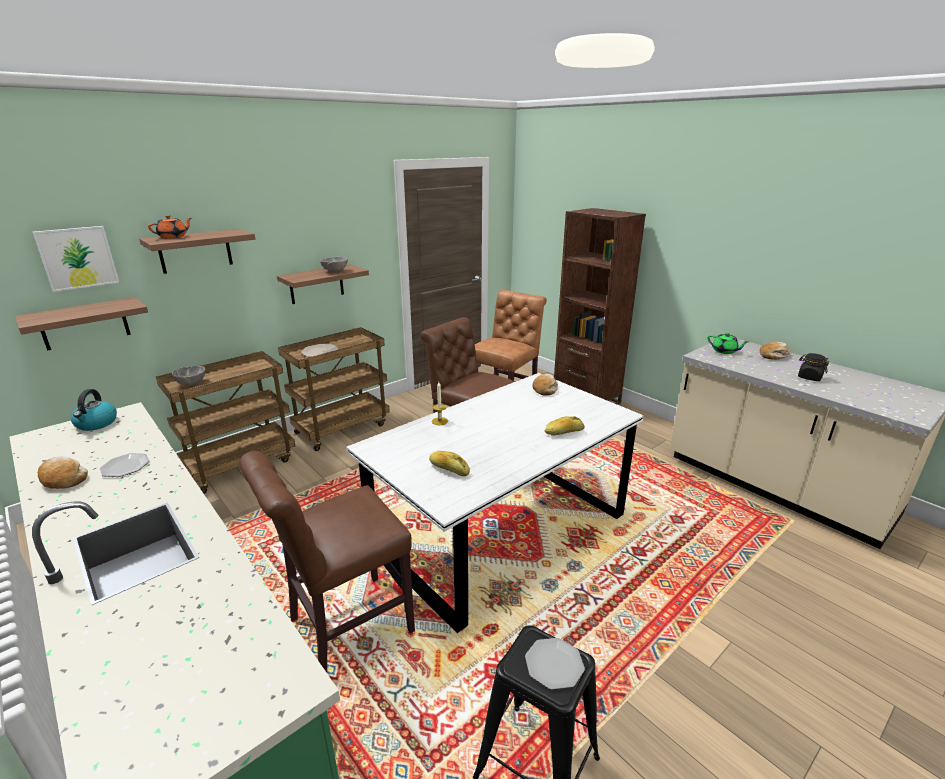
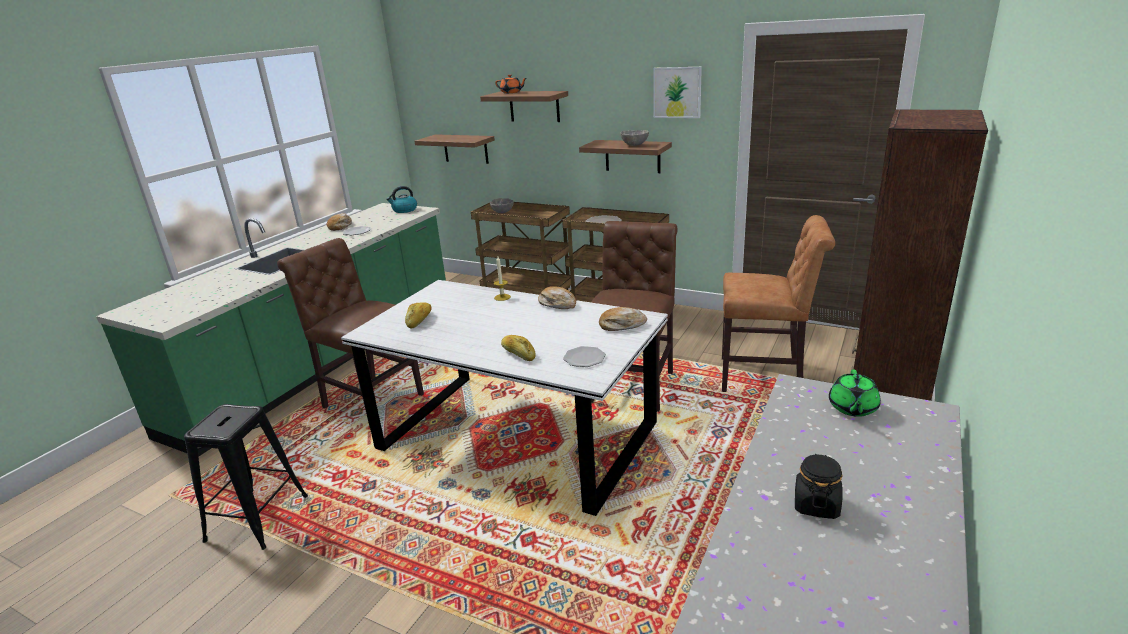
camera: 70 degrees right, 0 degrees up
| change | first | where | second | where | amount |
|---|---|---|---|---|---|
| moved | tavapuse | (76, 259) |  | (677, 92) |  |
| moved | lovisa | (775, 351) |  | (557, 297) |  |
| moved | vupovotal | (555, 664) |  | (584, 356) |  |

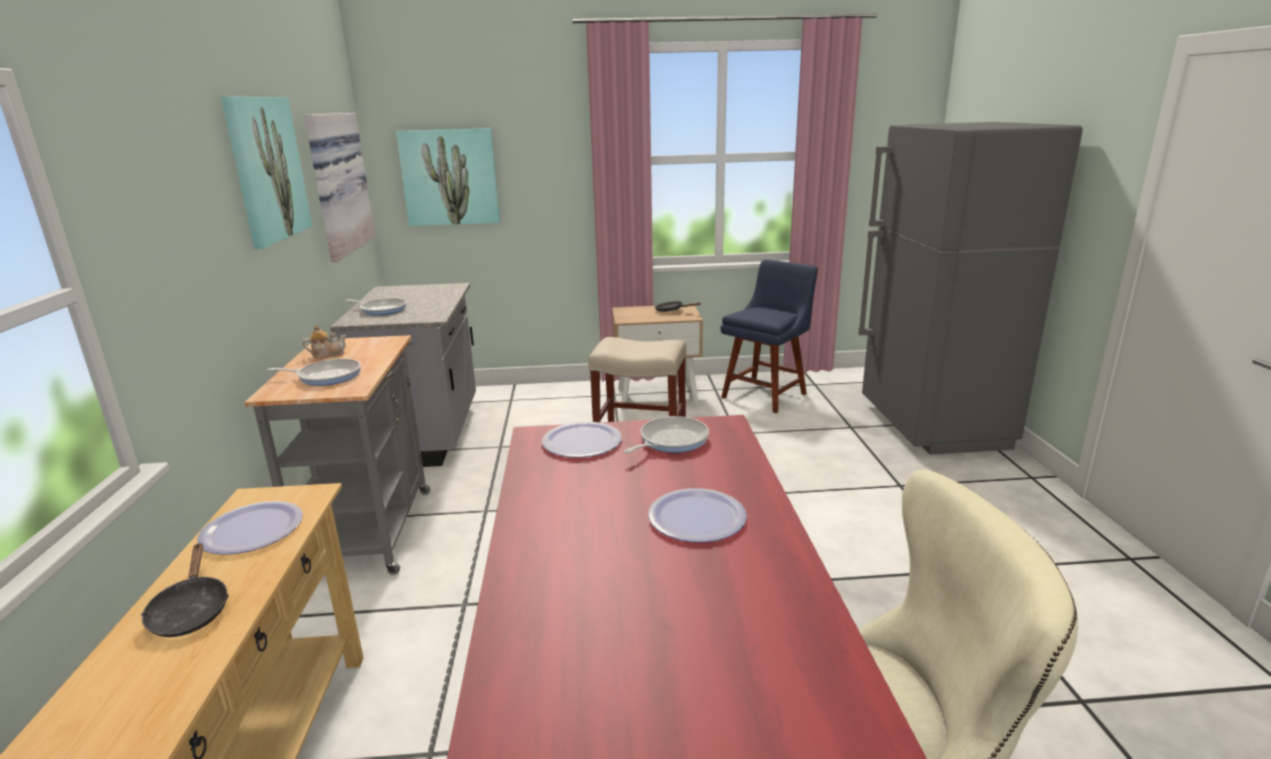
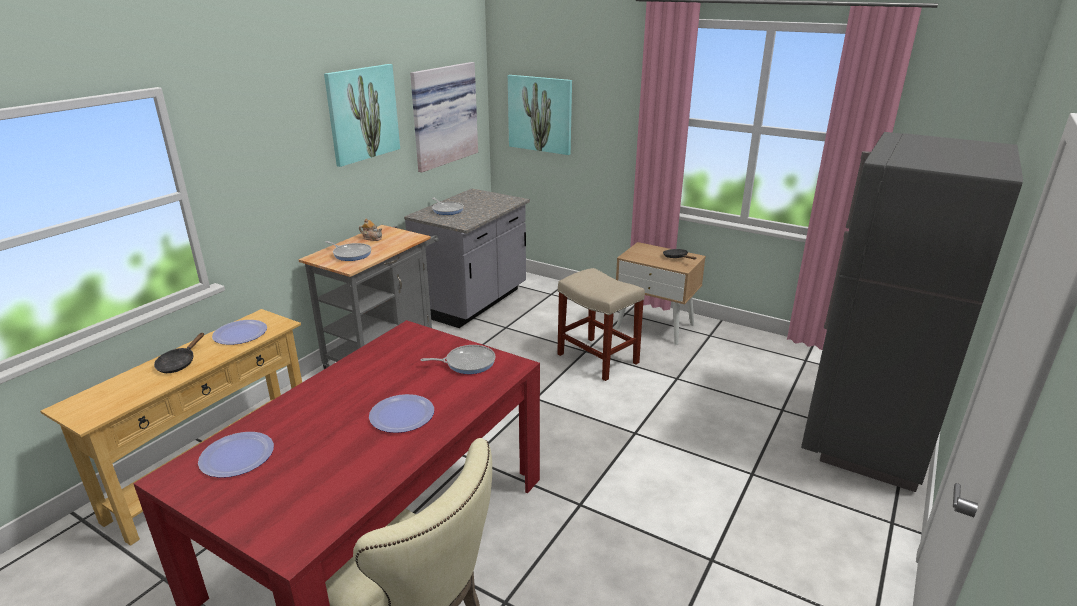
camera: 35 degrees right, 5 degrees up
| change | first | where | second | where | amount |
|---|---|---|---|---|---|
| removed | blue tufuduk | (769, 336) |  |  |  |
| moved | vupovotal | (582, 440) |  | (236, 455) |  |

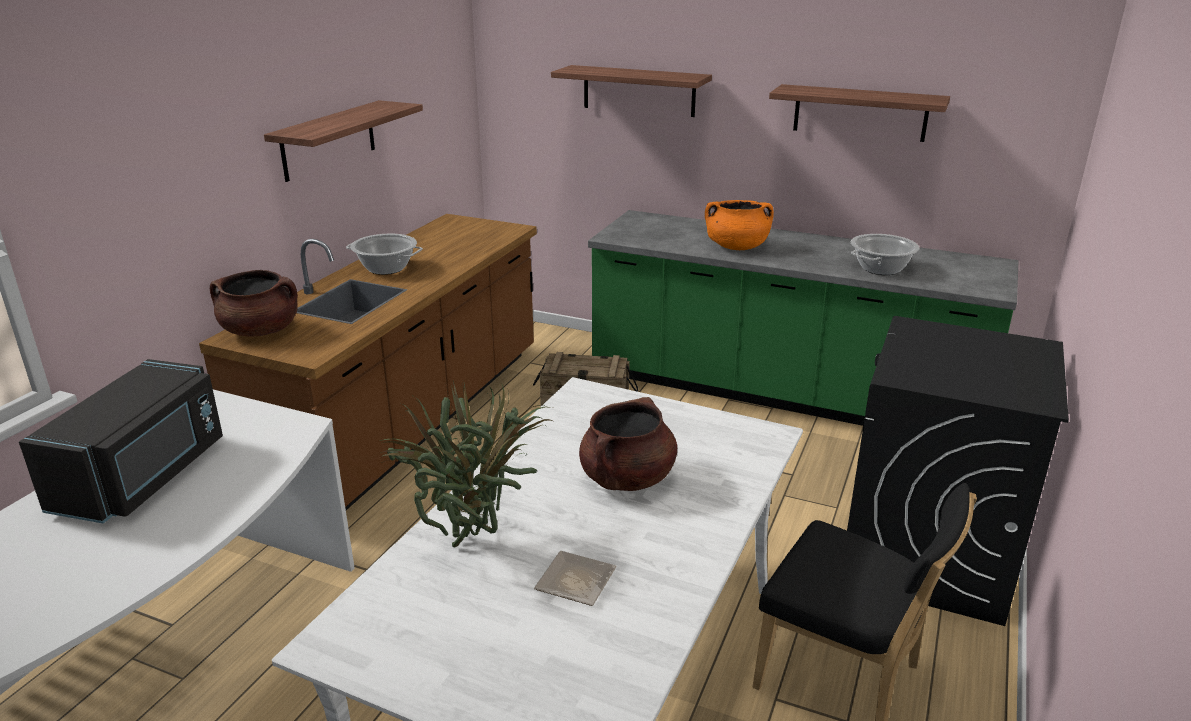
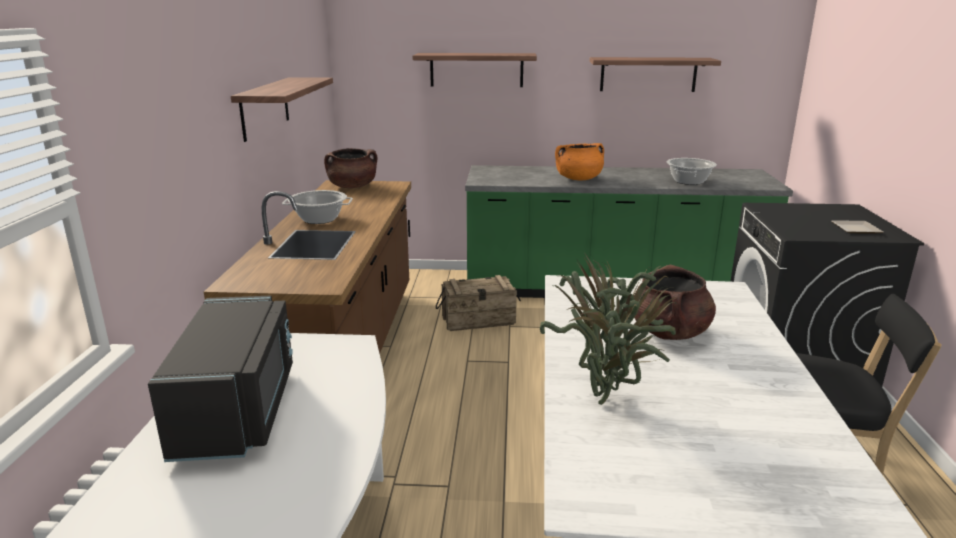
camera: 20 degrees left, 5 degrees down
| change | first | where | second | where | amount |
|---|---|---|---|---|---|
| moved | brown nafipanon | (254, 303) |  | (350, 168) |  |
| moved | vupovotal | (575, 578) |  | (857, 227) |  |

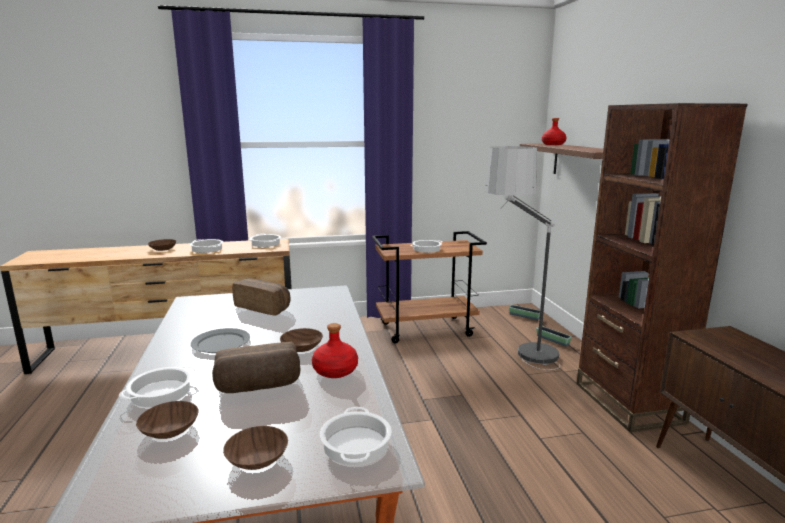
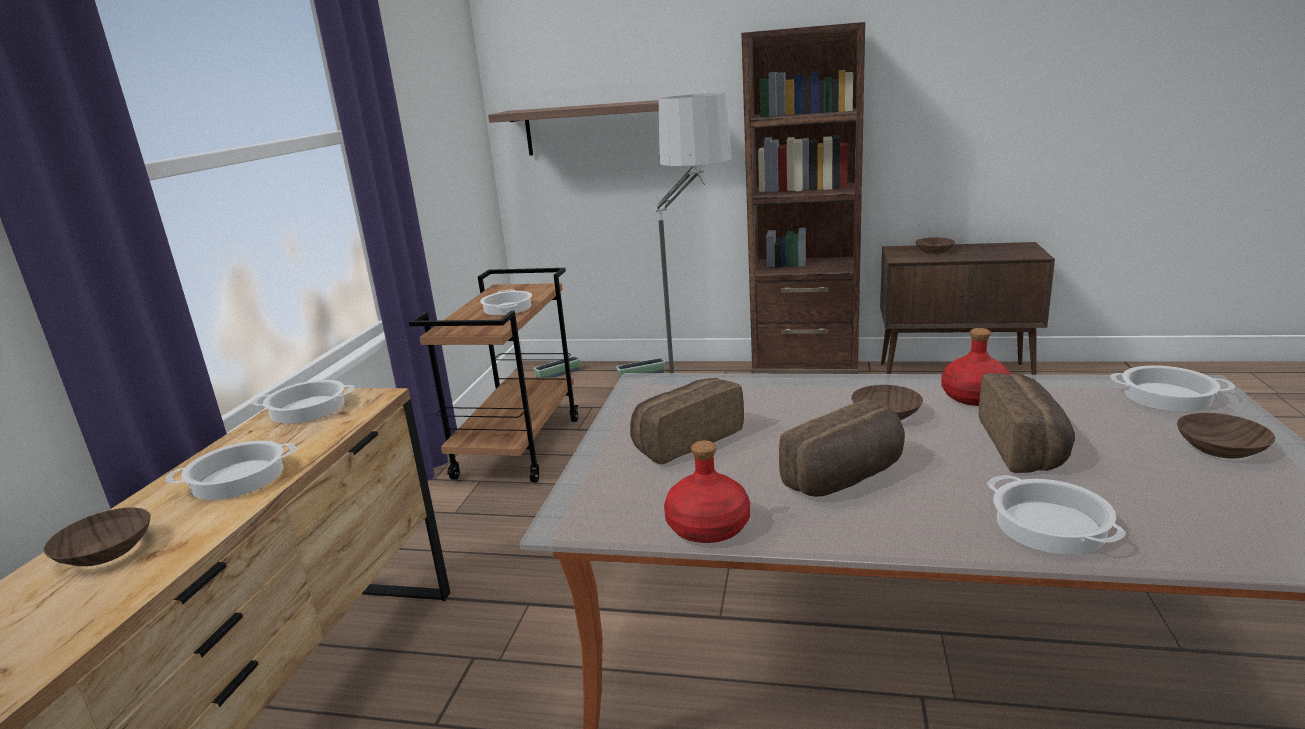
camera: 65 degrees left, 5 degrees up
| change | first | where | second | where | amount |
|---|---|---|---|---|---|
| moved | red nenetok | (554, 131) |  | (707, 491) |  |
| replaced | grey vupovotal | (220, 340) | lovisa | (842, 448) |  |
| moved | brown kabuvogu | (167, 420) |  | (935, 246) |  |

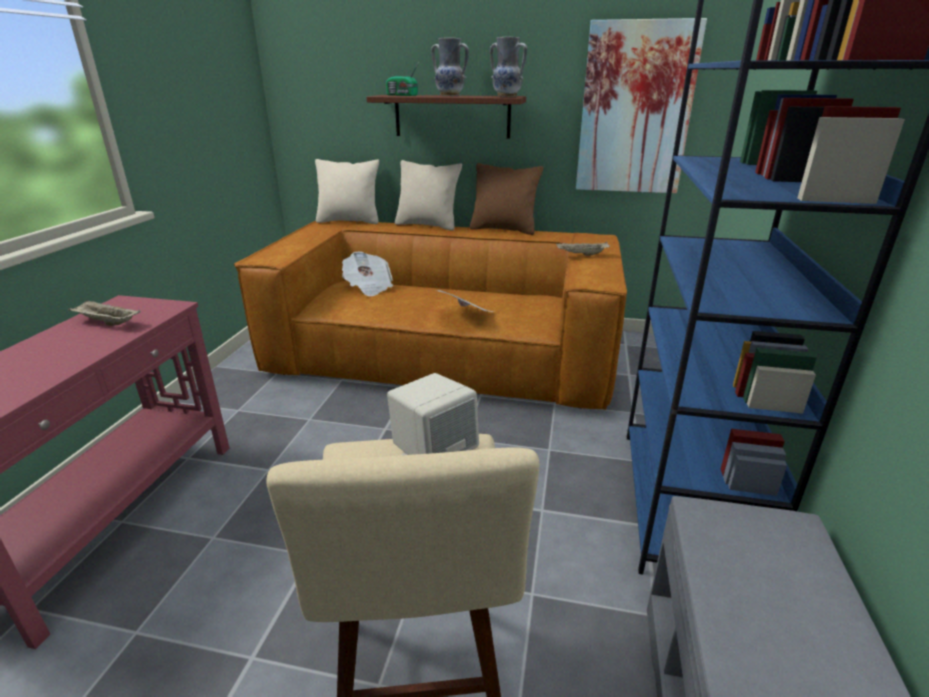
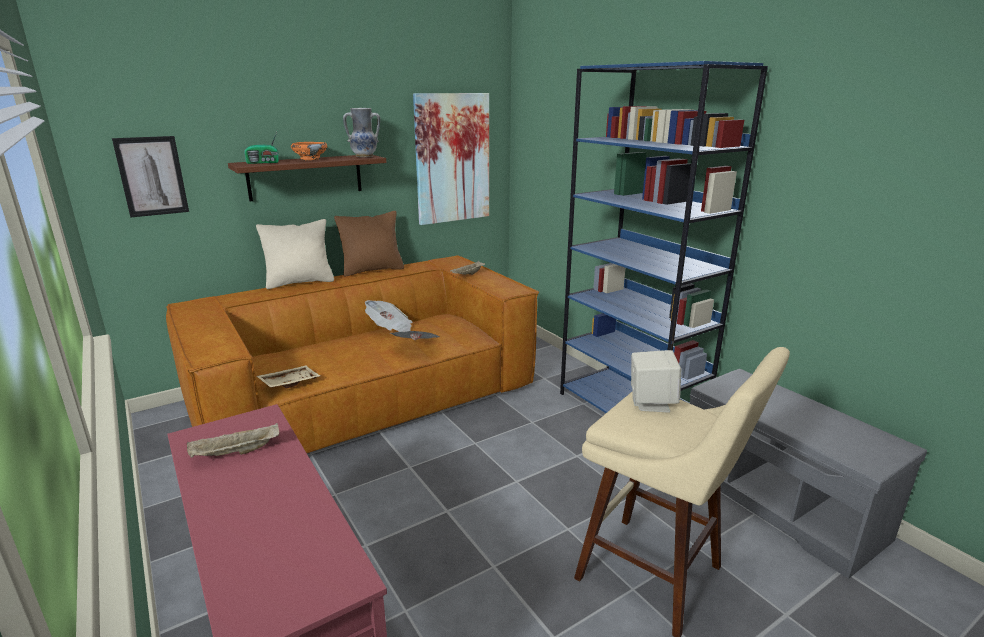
camera: 45 degrees left, 5 degrees down
| change | first | where | second | where | amount |
|---|---|---|---|---|---|
| replaced | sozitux | (450, 67) | orange kabuvogu | (309, 151) |  |
| removed | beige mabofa | (347, 191) |  |  |  |
| moved | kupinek | (367, 274) |  | (388, 316) |  |
| added |  |  | tavapuse | (150, 177) |  |
| added |  |  | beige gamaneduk | (288, 376) |  |

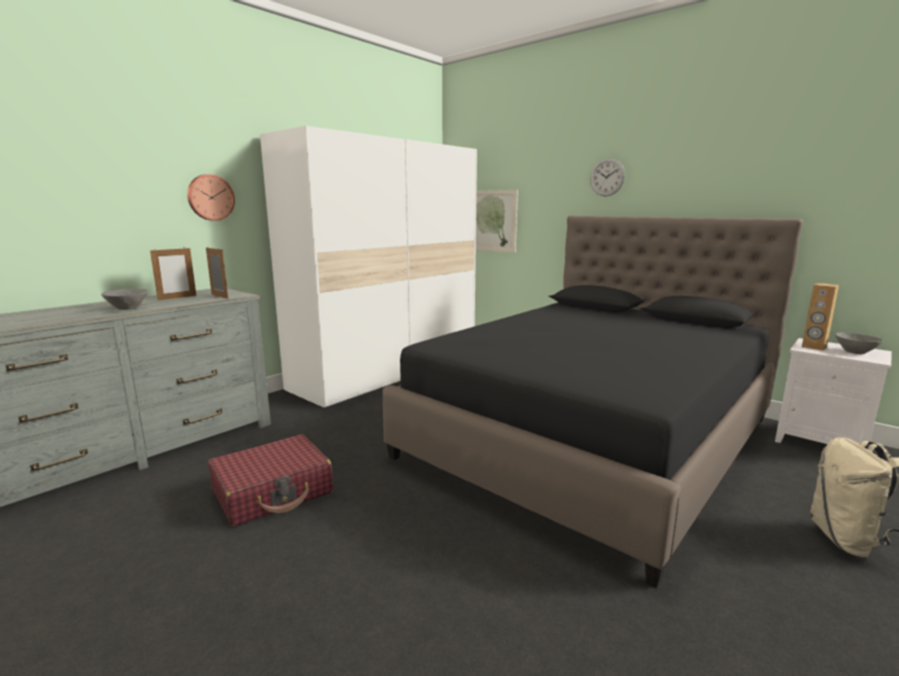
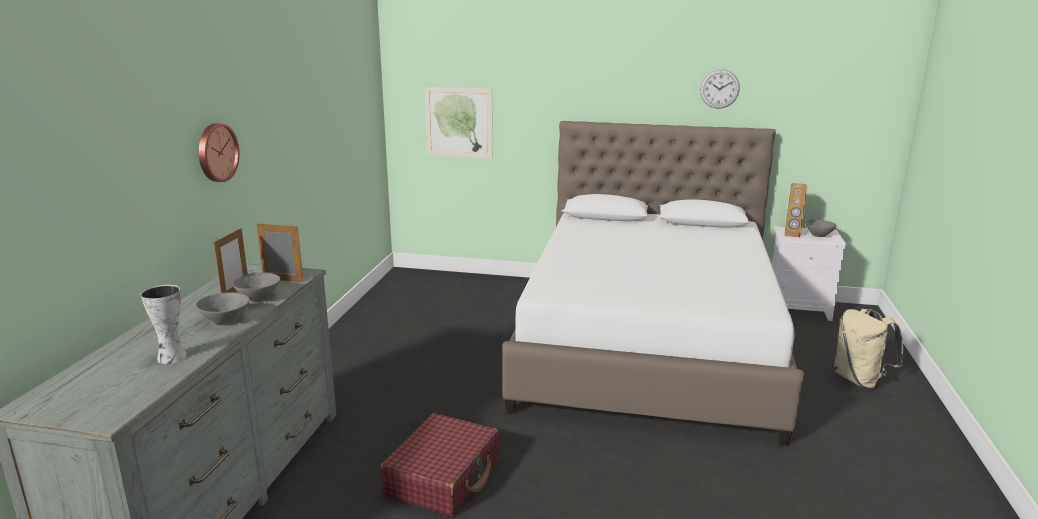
camera: 30 degrees left, 5 degrees up
| change | first | where | second | where | amount |
|---|---|---|---|---|---|
| removed | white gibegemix | (368, 267) |  |  |  |
| moved | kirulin | (607, 177) |  | (720, 89) |  |
| recoloured | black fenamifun | (593, 402) | white fenamifun | (653, 283) |  |
| added |  |  | grey kabuvogu | (256, 287) |  |
| added |  |  | sozitux | (163, 324) |  |

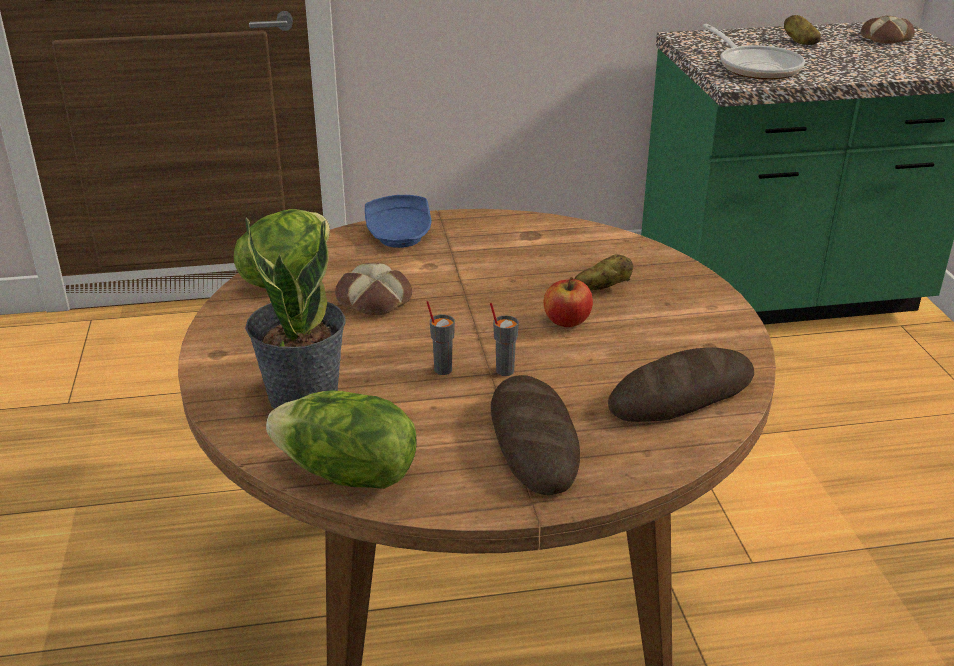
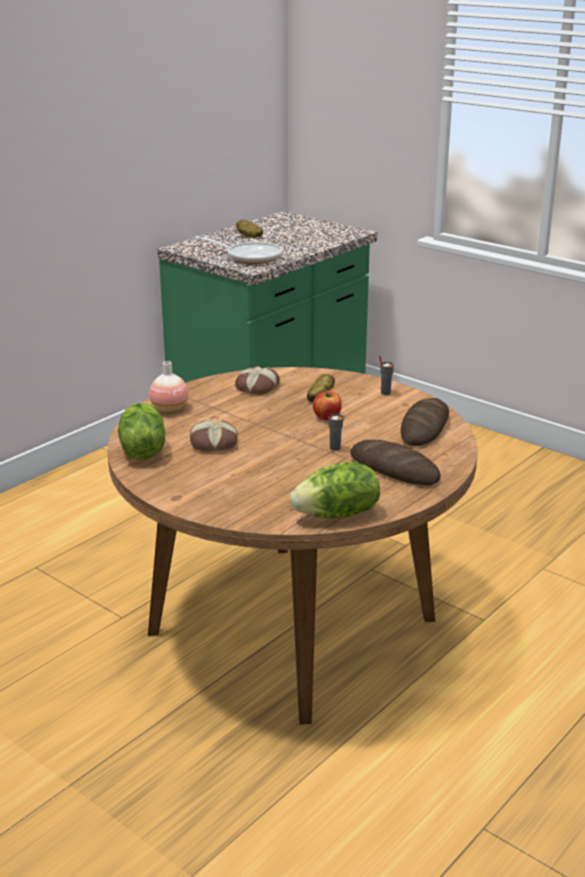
camera: 40 degrees left, 5 degrees down
| change | first | where | second | where | amount |
|---|---|---|---|---|---|
| moved | lovisa | (888, 30) |  | (257, 380) |  |
| replaced | blue vupovotal | (398, 221) | sozitux | (169, 387) |  |
| removed | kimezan | (295, 313) |  |  |  |
| moved | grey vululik | (440, 338) |  | (386, 375) |  |

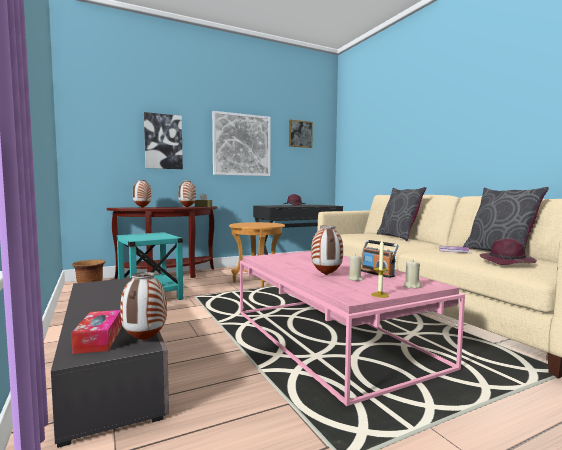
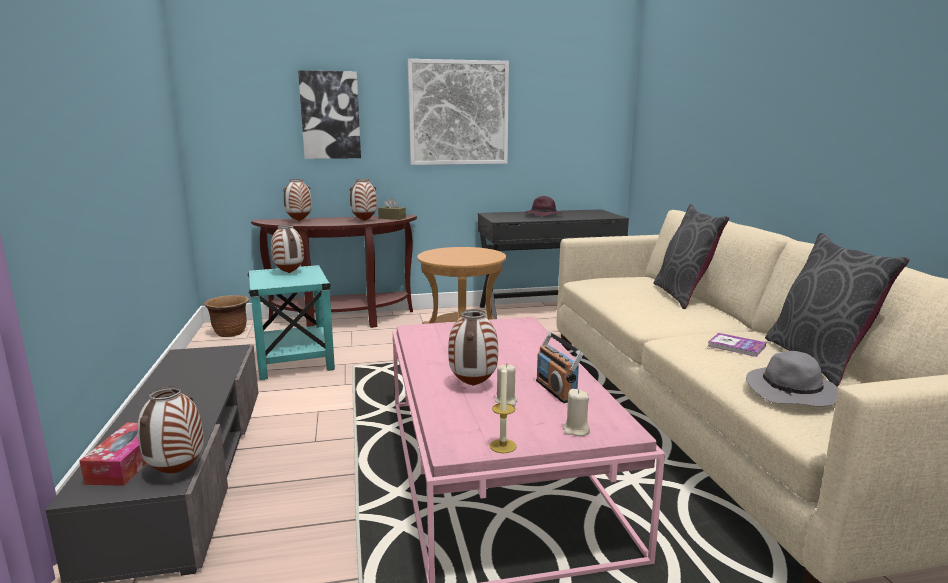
camera: 15 degrees right, 10 degrees up
| change | first | where | second | where | amount |
|---|---|---|---|---|---|
| removed | tavapuse | (301, 134) |  |  |  |
| recoloured | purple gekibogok | (508, 252) | grey gekibogok | (792, 378) |  |
| added |  |  | sozitux | (287, 249) |  |

